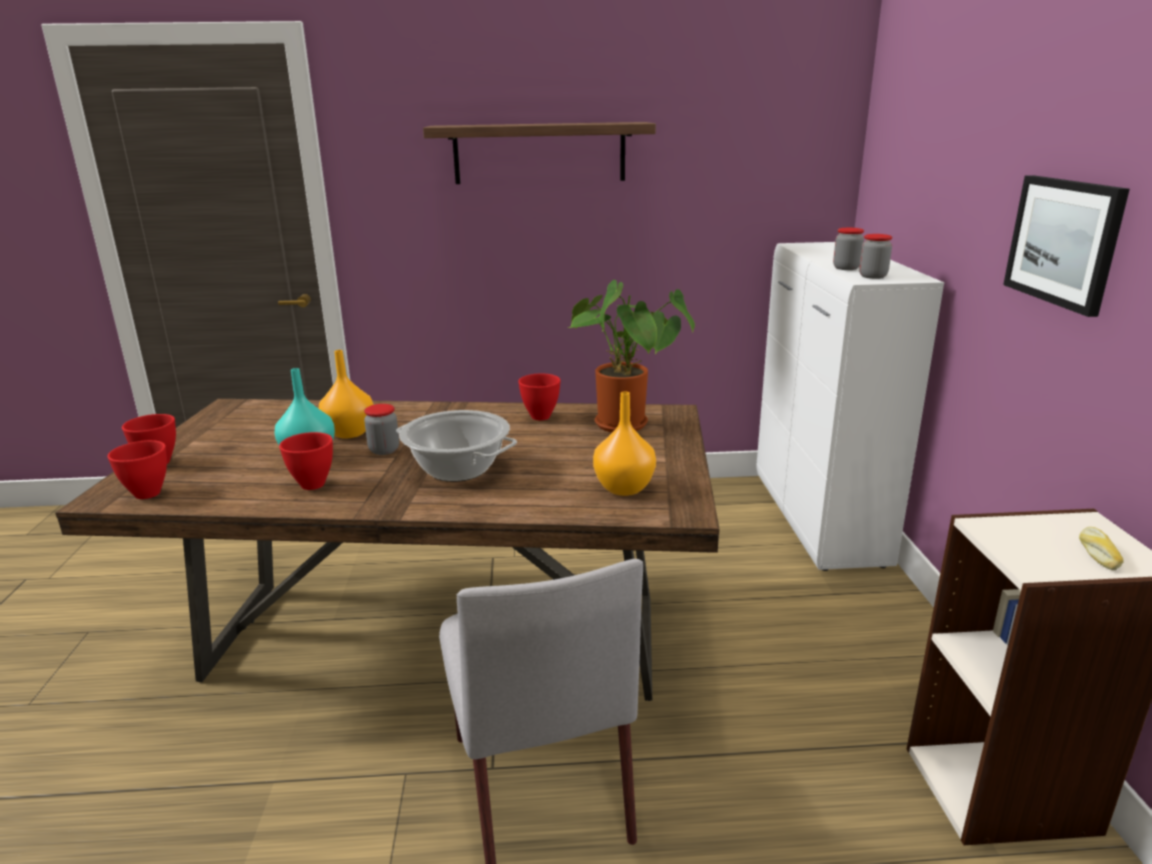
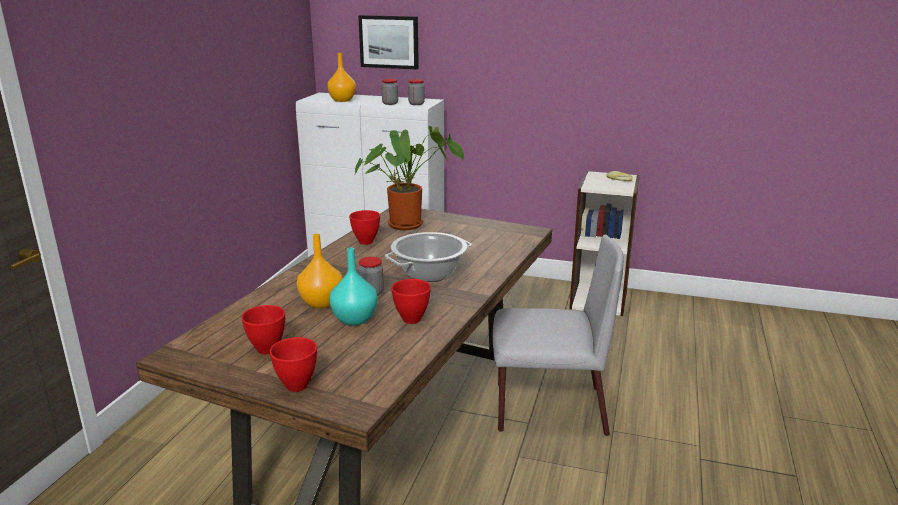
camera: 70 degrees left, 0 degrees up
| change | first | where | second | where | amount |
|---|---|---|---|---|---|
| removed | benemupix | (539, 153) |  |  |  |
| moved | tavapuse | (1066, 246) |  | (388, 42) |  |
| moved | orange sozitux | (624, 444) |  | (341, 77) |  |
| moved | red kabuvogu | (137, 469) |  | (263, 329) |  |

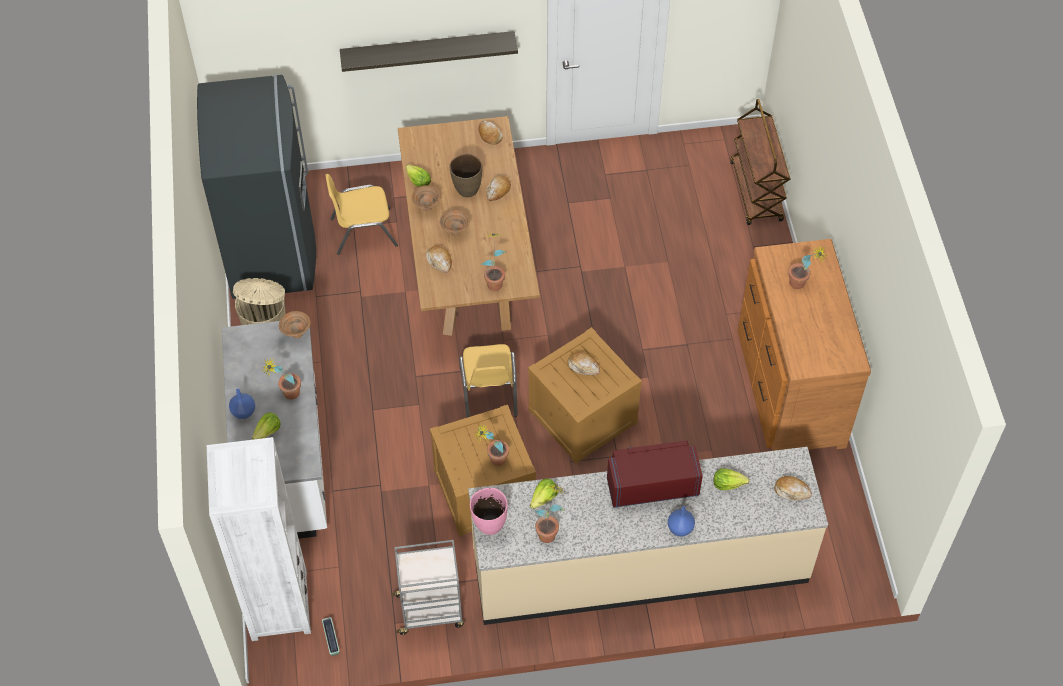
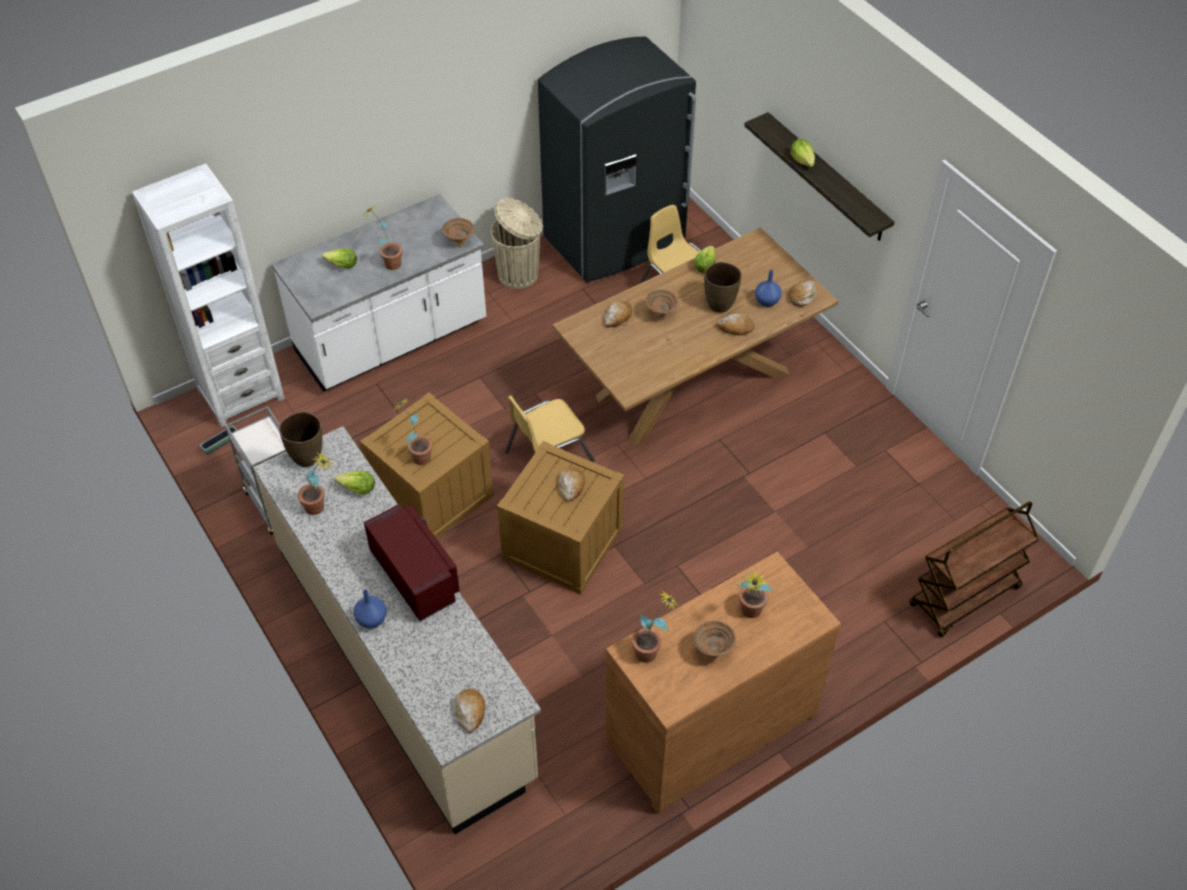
camera: 65 degrees right, 5 degrees down
| change | first | where | second | where | amount |
|---|---|---|---|---|---|
| moved | brown kabuvogu | (426, 198) |  | (714, 639) |  |
| moved | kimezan | (493, 262) |  | (655, 627) |  |
| moved | blue sozitux | (242, 404) |  | (768, 288) |  |
| moved | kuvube | (731, 479) |  | (802, 153) |  |
| recoloured | pink sozitux | (489, 511) | brown sozitux | (300, 439) |  |

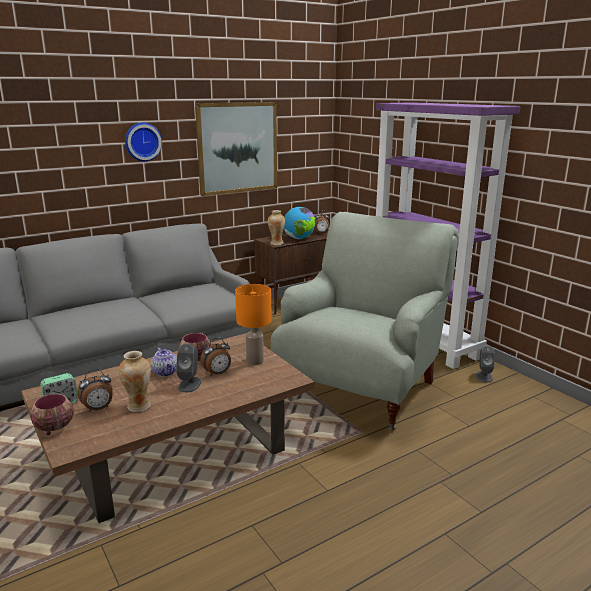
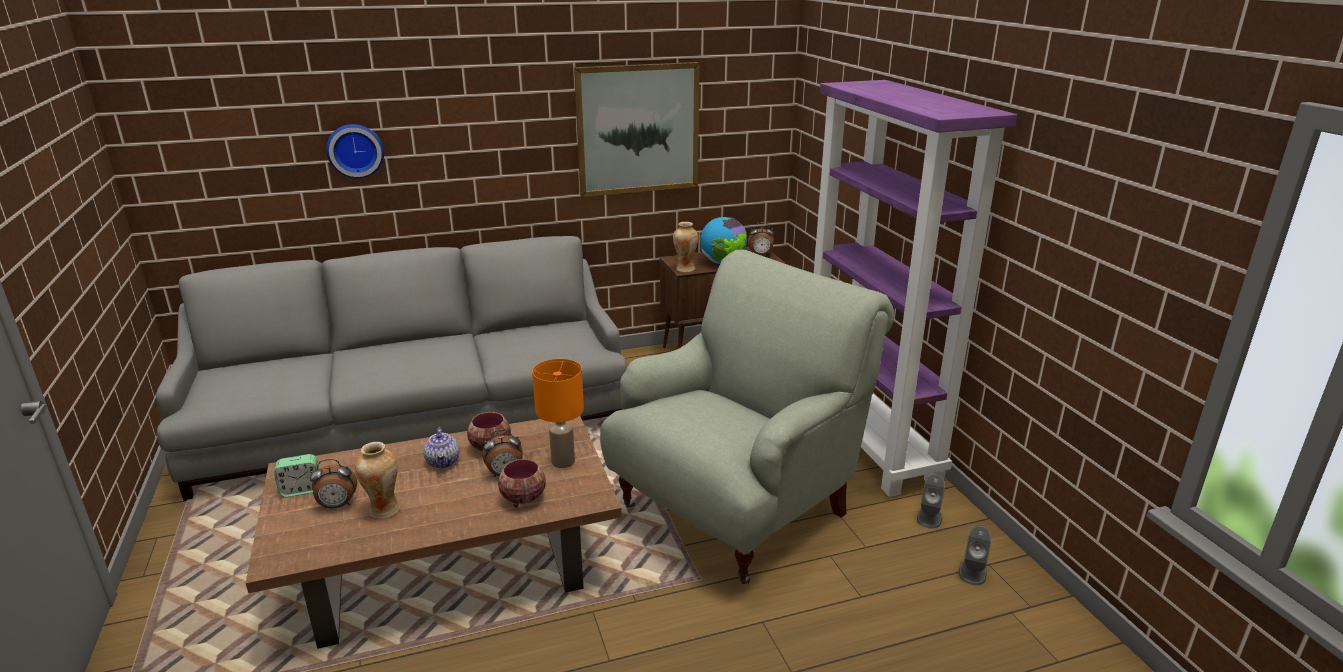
camera: 15 degrees right, 5 degrees up
| change | first | where | second | where | amount |
|---|---|---|---|---|---|
| moved | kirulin | (143, 142) |  | (355, 151) |  |
| moved | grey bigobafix | (188, 368) |  | (975, 555) |  |
| moved | kabuvogu | (52, 414) |  | (522, 483) |  |

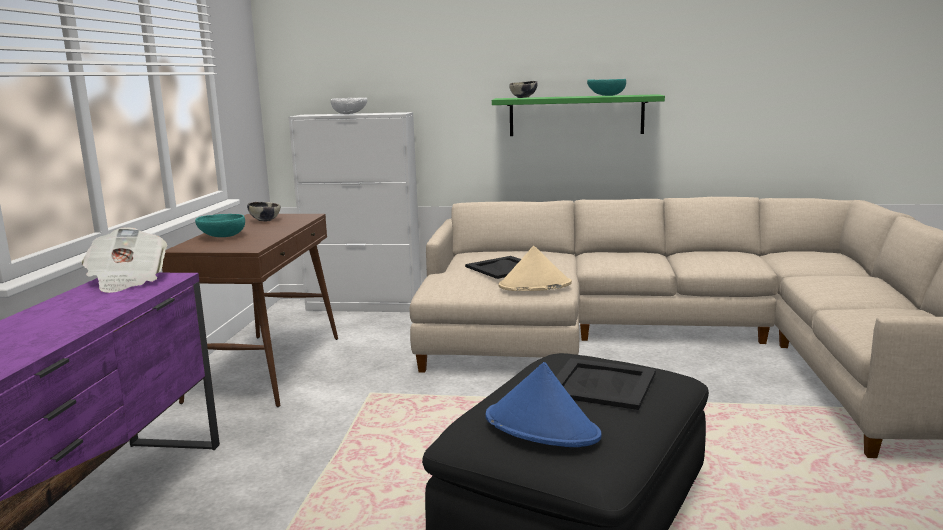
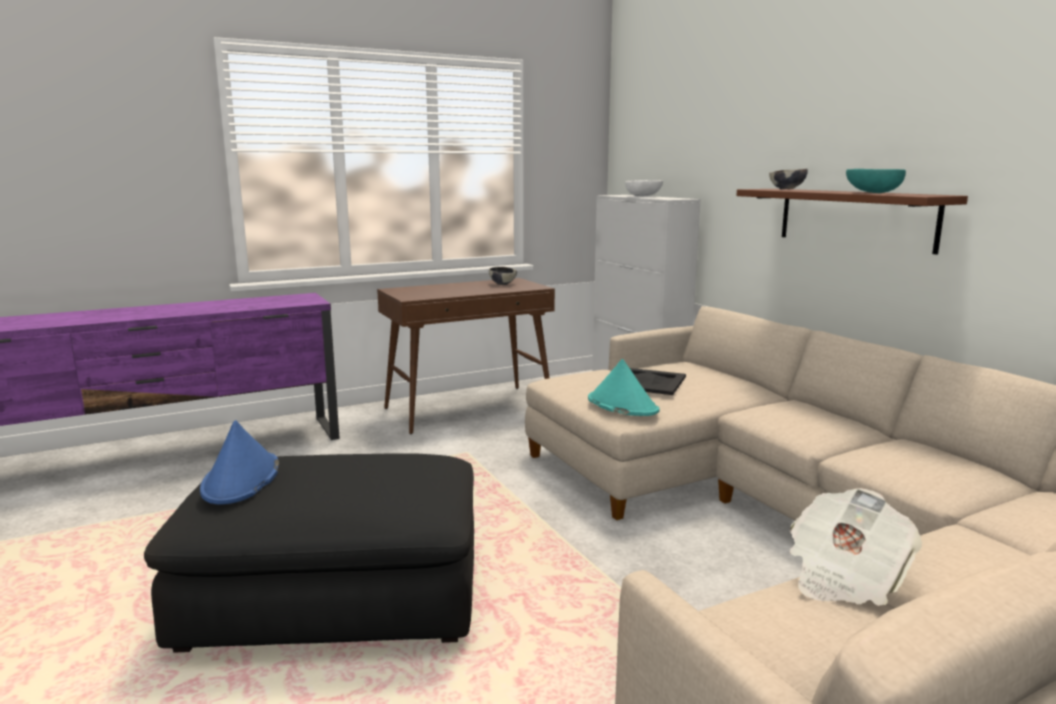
camera: 55 degrees right, 0 degrees up
| change | first | where | second | where | amount |
|---|---|---|---|---|---|
| recoloured | green benemupix | (578, 115) | brown benemupix | (852, 221) |  |
| removed | turquoise kabuvogu | (220, 225) |  |  |  |
| moved | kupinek | (125, 260) |  | (856, 547) |  |
| recoloured | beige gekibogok | (535, 268) | turquoise gekibogok | (624, 387) |  |
| removed | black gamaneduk | (606, 384) |  |  |  |

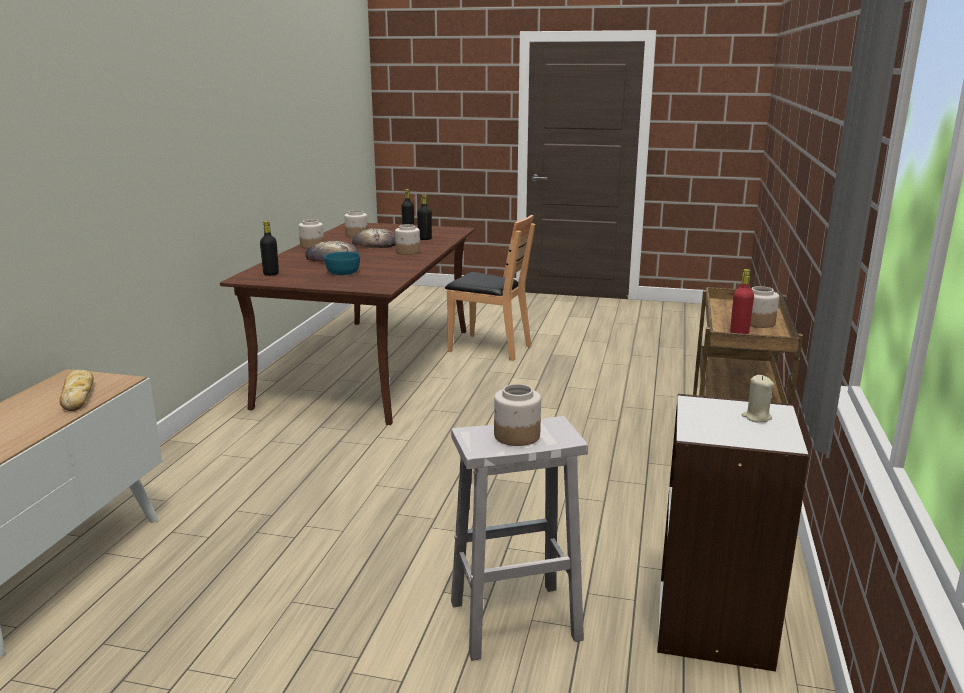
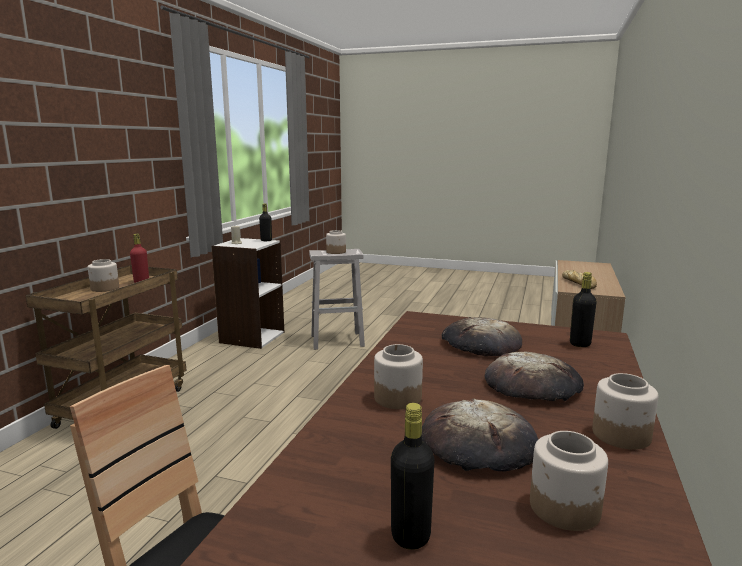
camera: 175 degrees left, 5 degrees down
| change | first | where | second | where | amount |
|---|---|---|---|---|---|
| moved | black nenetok | (424, 217) |  | (265, 222) |  |
| replaced | turquoise kabuvogu | (342, 263) | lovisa | (482, 336) |  |

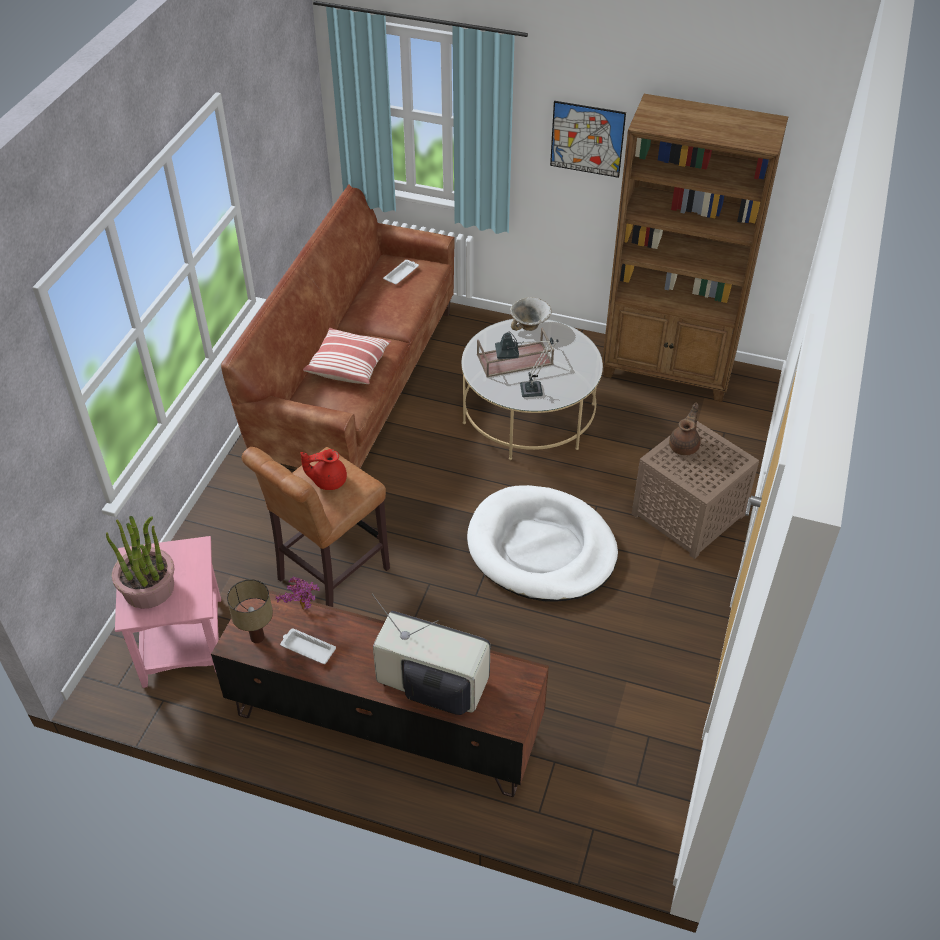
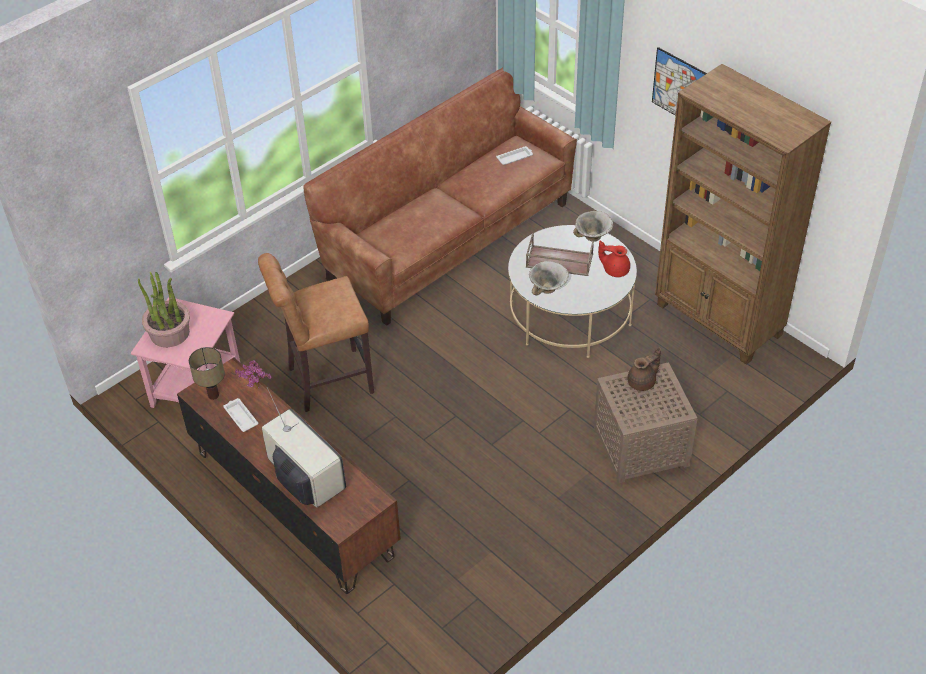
camera: 30 degrees right, 0 degrees up
| change | first | where | second | where | amount |
|---|---|---|---|---|---|
| removed | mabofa | (347, 356) |  |  |  |
| replaced | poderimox | (526, 364) | kabuvogu | (549, 278) |  |
| moved | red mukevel | (323, 469) |  | (614, 259) |  |
| removed | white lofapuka | (542, 543) |  |  |  |

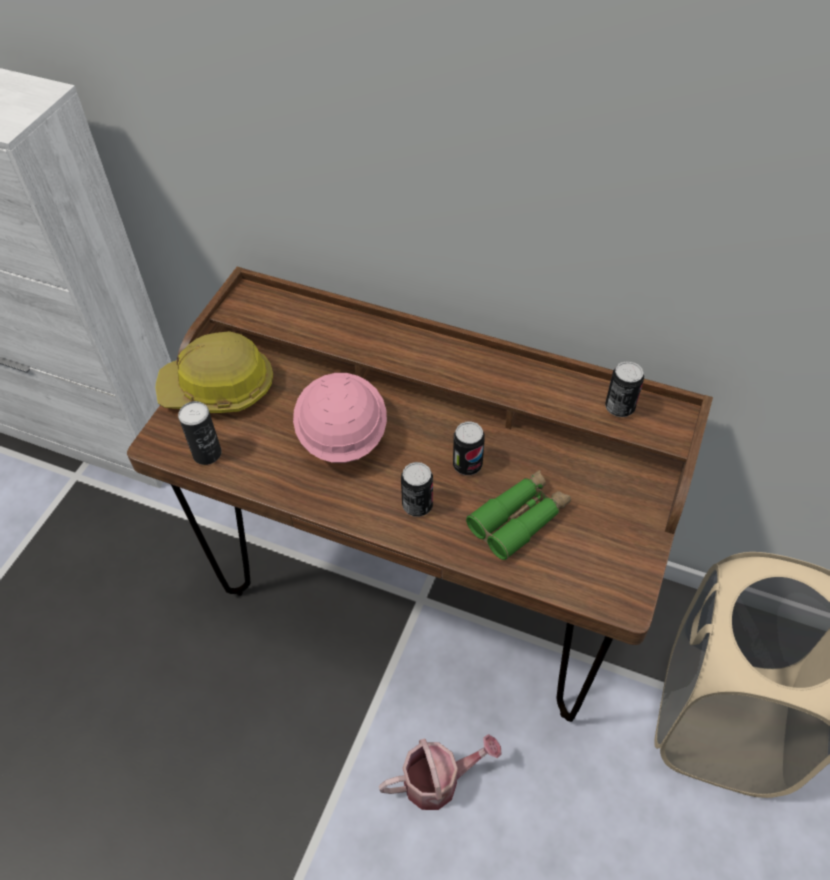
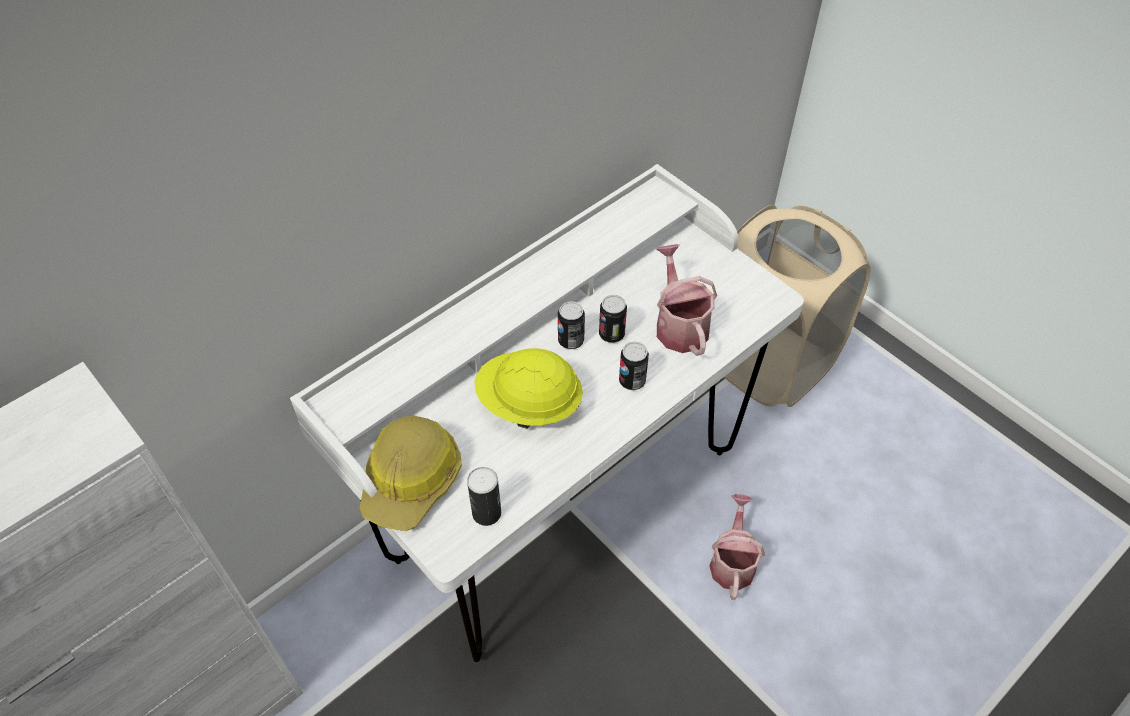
camera: 65 degrees left, 0 degrees up
| change | first | where | second | where | amount |
|---|---|---|---|---|---|
| recoloured | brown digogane | (420, 494) | white digogane | (547, 413) |  |
| moved | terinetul | (624, 389) |  | (571, 325) |  |
| recoloured | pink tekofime | (340, 418) | yellow tekofime | (529, 388) |  |
| replaced | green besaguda | (518, 515) | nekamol | (686, 300) |  |

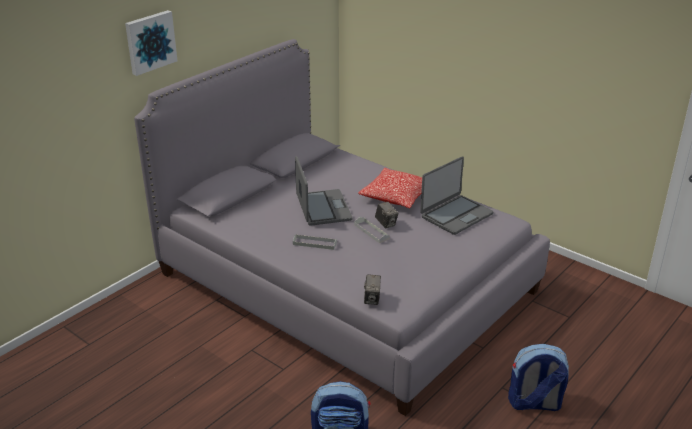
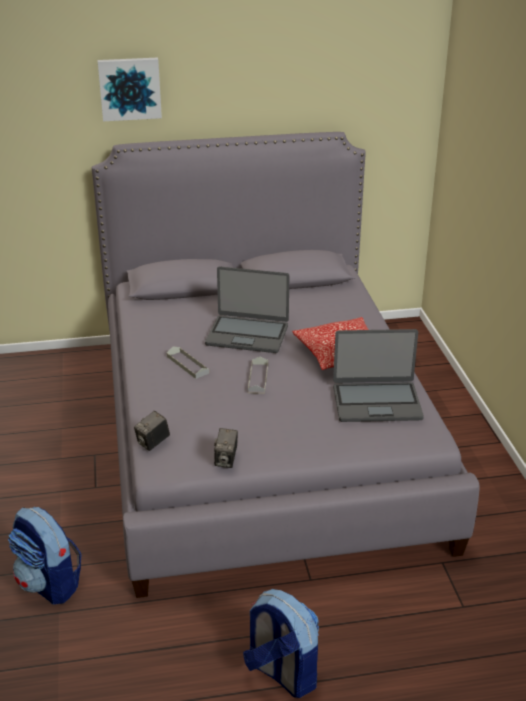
camera: 40 degrees right, 0 degrees up
| change | first | where | second | where | amount |
|---|---|---|---|---|---|
| turned | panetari | (323, 191) |  | (247, 310) | 75 degrees clockwise |
| moved | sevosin | (386, 215) |  | (226, 448) |  |

